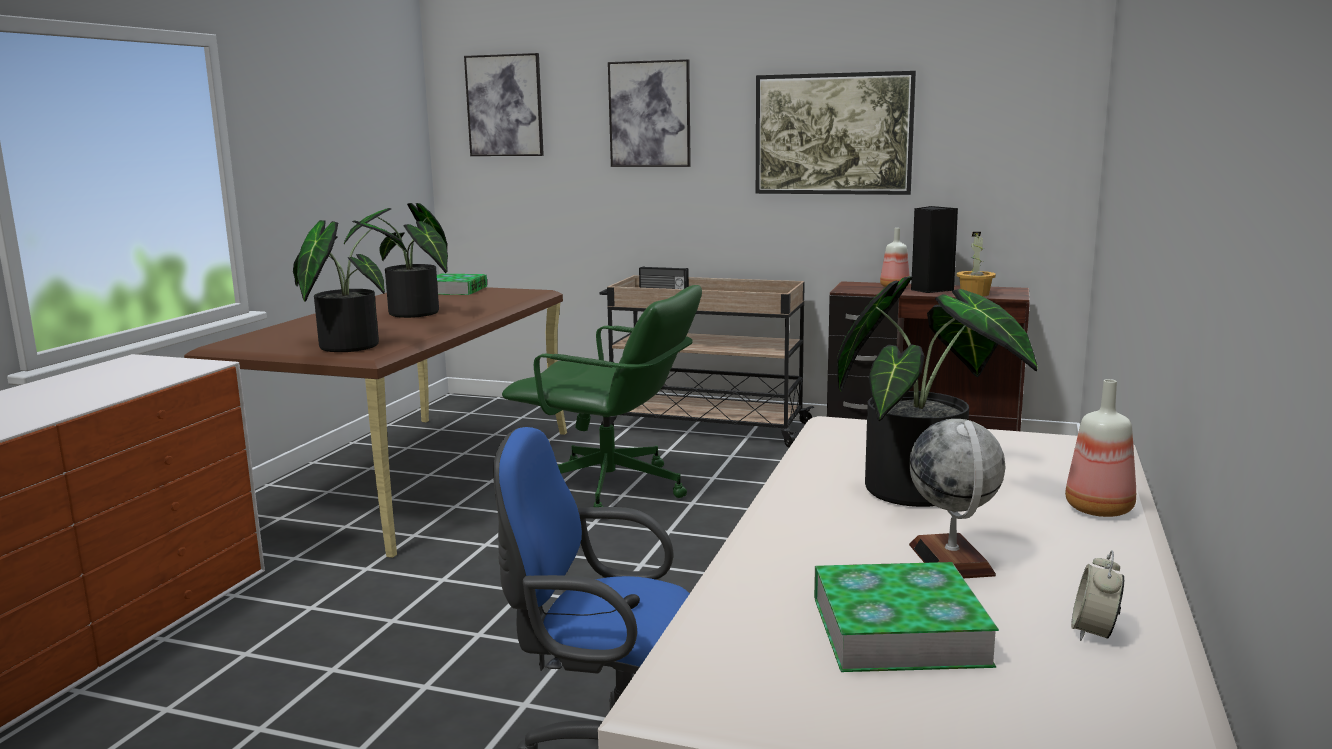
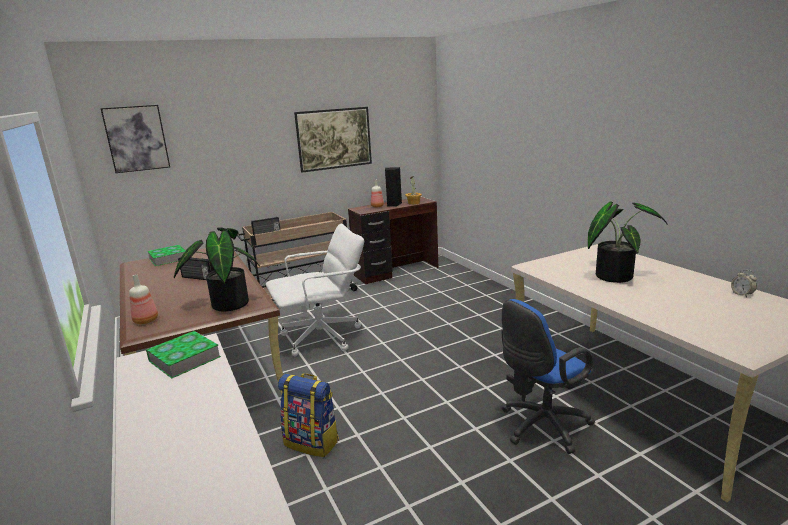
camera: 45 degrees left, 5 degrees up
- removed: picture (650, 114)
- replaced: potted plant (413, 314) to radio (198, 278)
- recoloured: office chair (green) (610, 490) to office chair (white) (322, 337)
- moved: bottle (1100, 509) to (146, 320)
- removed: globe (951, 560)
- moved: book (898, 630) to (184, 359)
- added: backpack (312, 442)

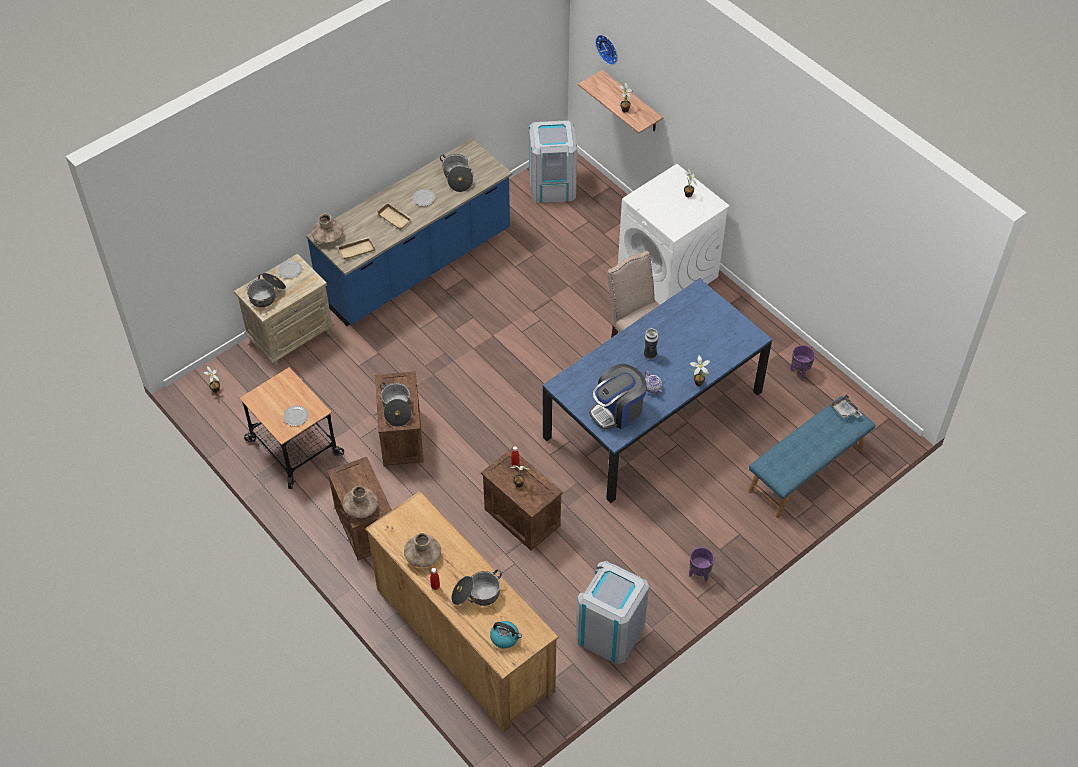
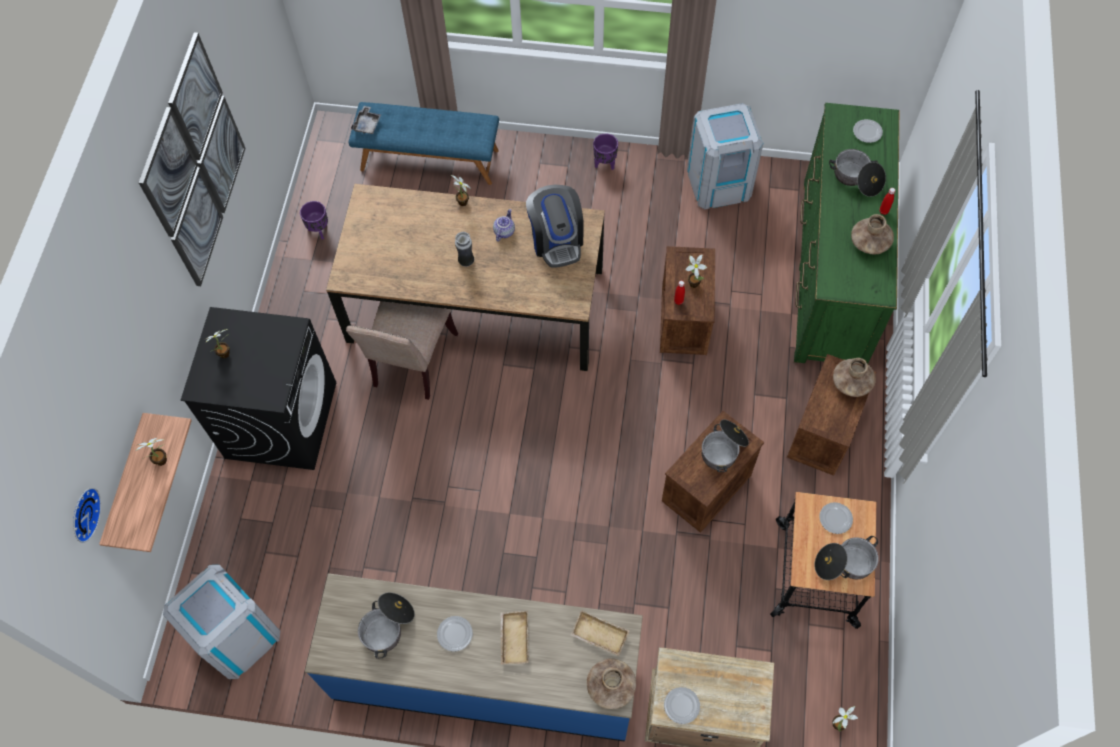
camera: 130 degrees left, 10 degrees up
- recoloured: washing machine (white) (668, 273) to washing machine (black) (281, 419)
- moved: cooking pot (267, 294) to (844, 563)
- recoloured: dining table (blue) (653, 414) to dining table (brown) (475, 305)
- turned: coffee machine (617, 410) = (556, 240) 60 degrees clockwise
- recoloured: dresser (brown) (464, 639) to dresser (green) (833, 271)
- replaced: kettle (505, 637) to plate (867, 132)
- added: picture (195, 163)

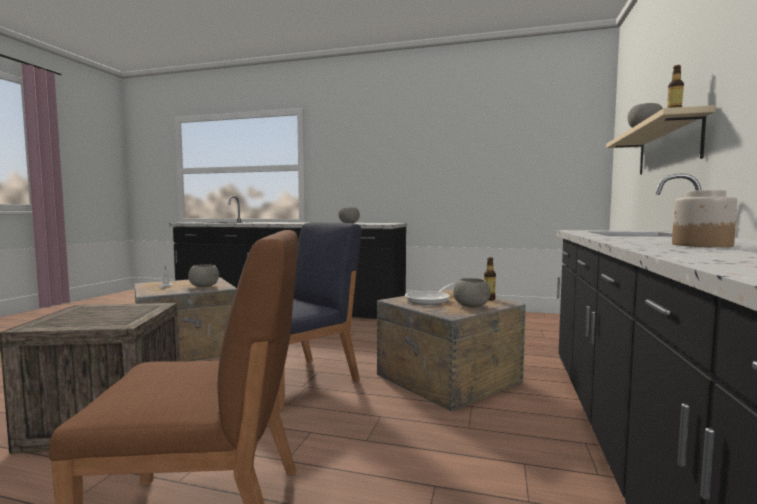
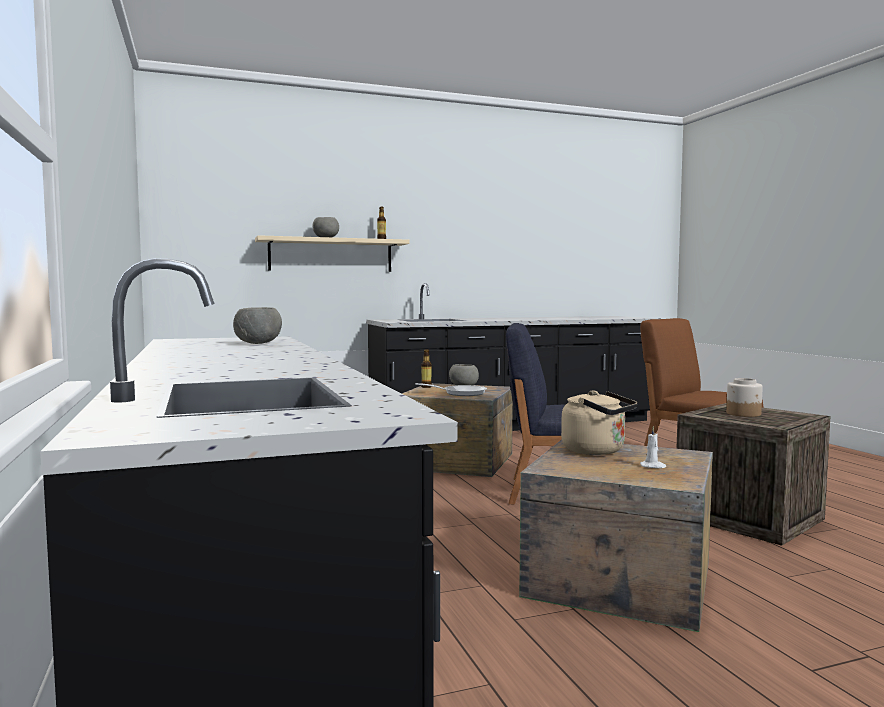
camera: 125 degrees left, 0 degrees up
- moved: jar (701, 245) to (744, 414)
- replaced: bowl (grey) (204, 286) to kettle (beige) (597, 451)

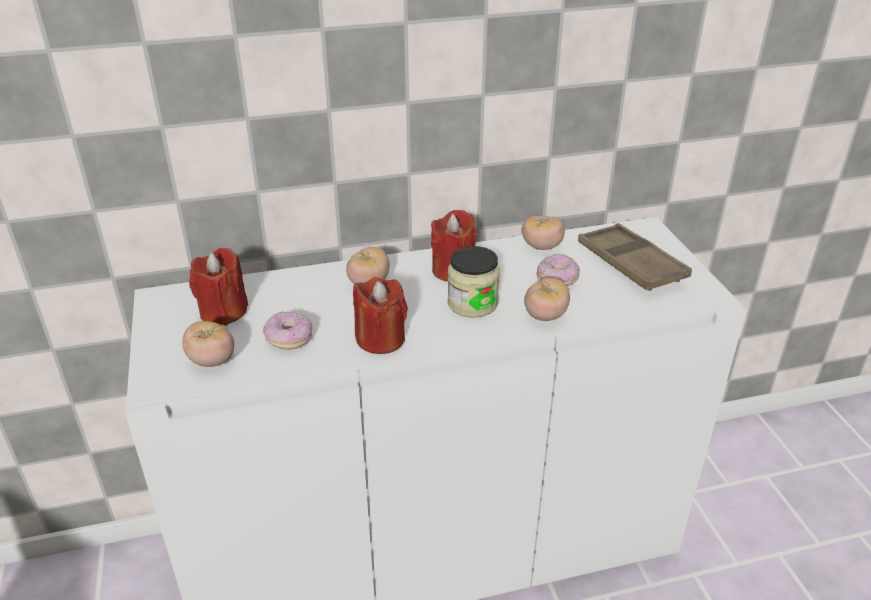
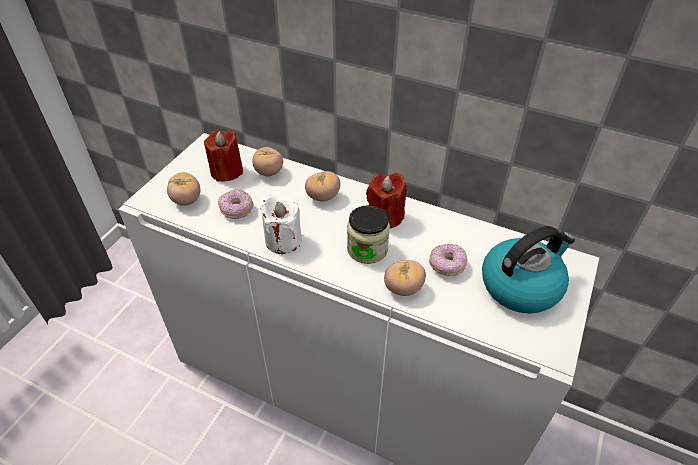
camera: 40 degrees right, 10 degrees up
- moved: tomato (541, 246) to (269, 172)
- replaced: tray (brown) (630, 264) to kettle (521, 285)
- recoloured: candle (red) (380, 339) to candle (white) (283, 240)

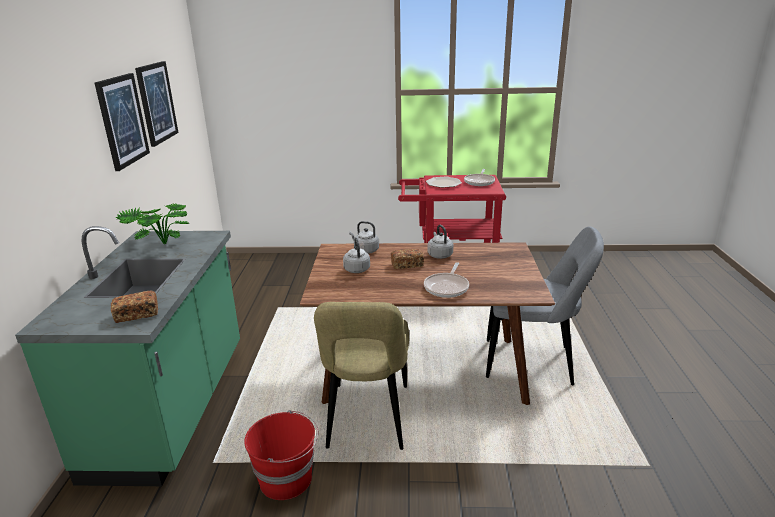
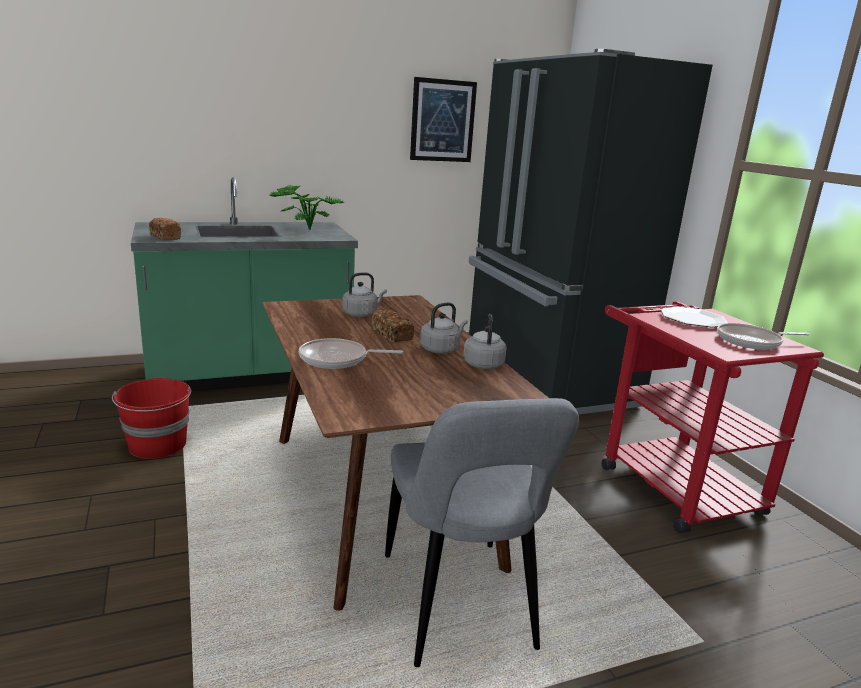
camera: 65 degrees right, 5 degrees down
- removed: picture (122, 120)
- moved: kettle (grey) (365, 250) to (483, 363)
- removed: chair (beige) (367, 420)
- added: fridge (black) (544, 379)

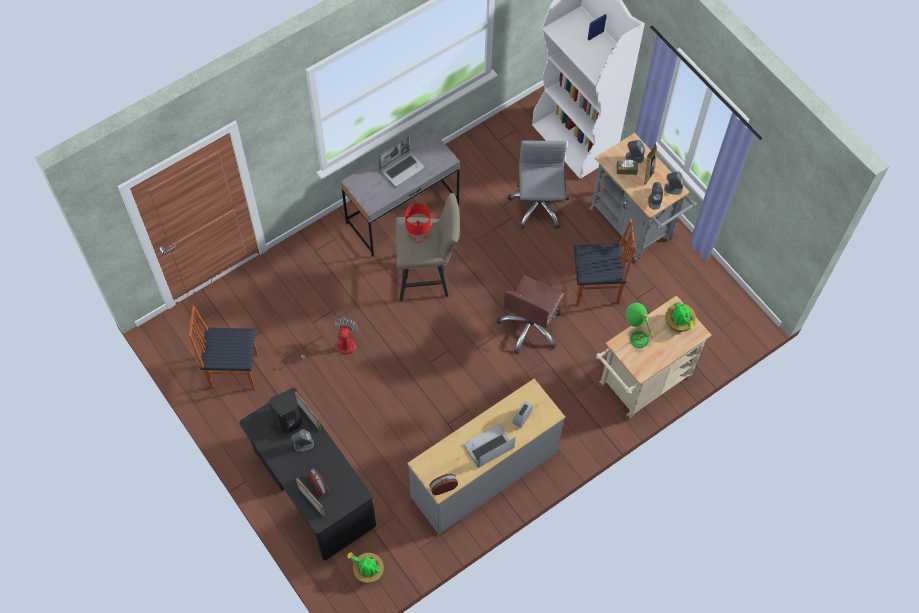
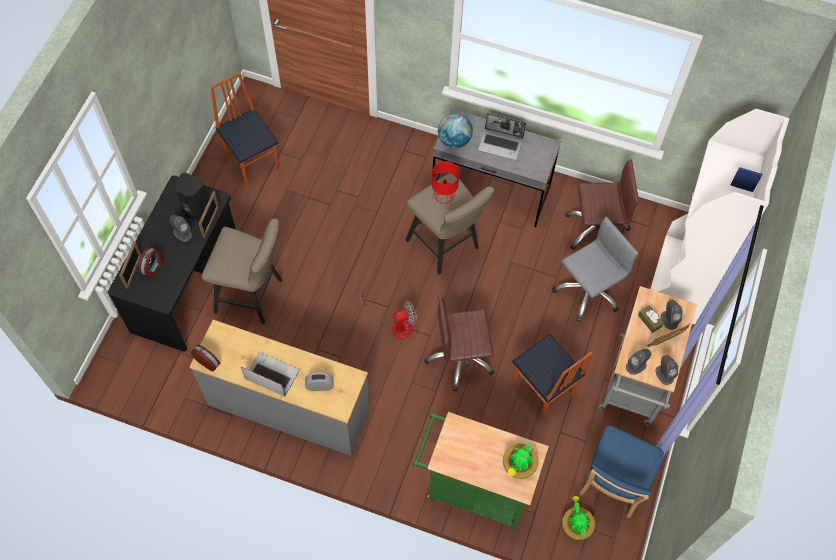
camera: 55 degrees right, 0 degrees up
- recoloured: cart (beige) (640, 384) to cart (green) (473, 488)
- removed: table lamp (green) (635, 334)
- moved: fan (339, 348) to (395, 325)
- moved: potted plant (367, 571) to (575, 525)
- added: globe (454, 140)
- added: office chair (brown) (596, 230)
- added: stool (beige) (253, 296)
- added: chair (blue) (613, 484)

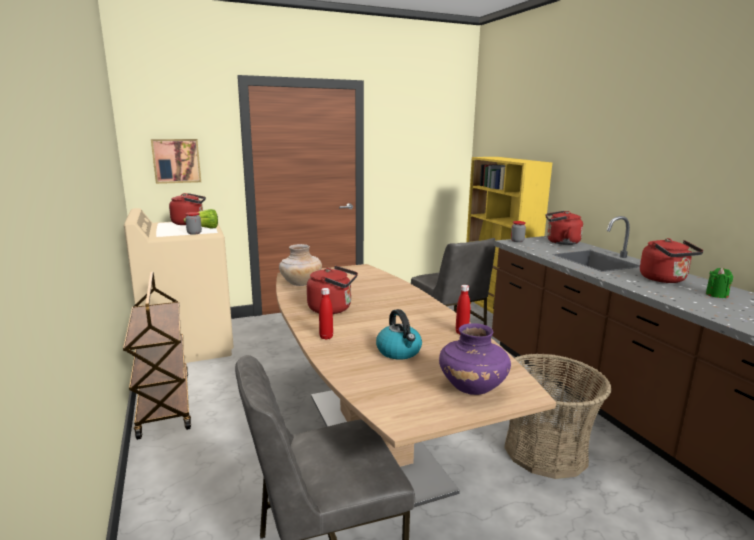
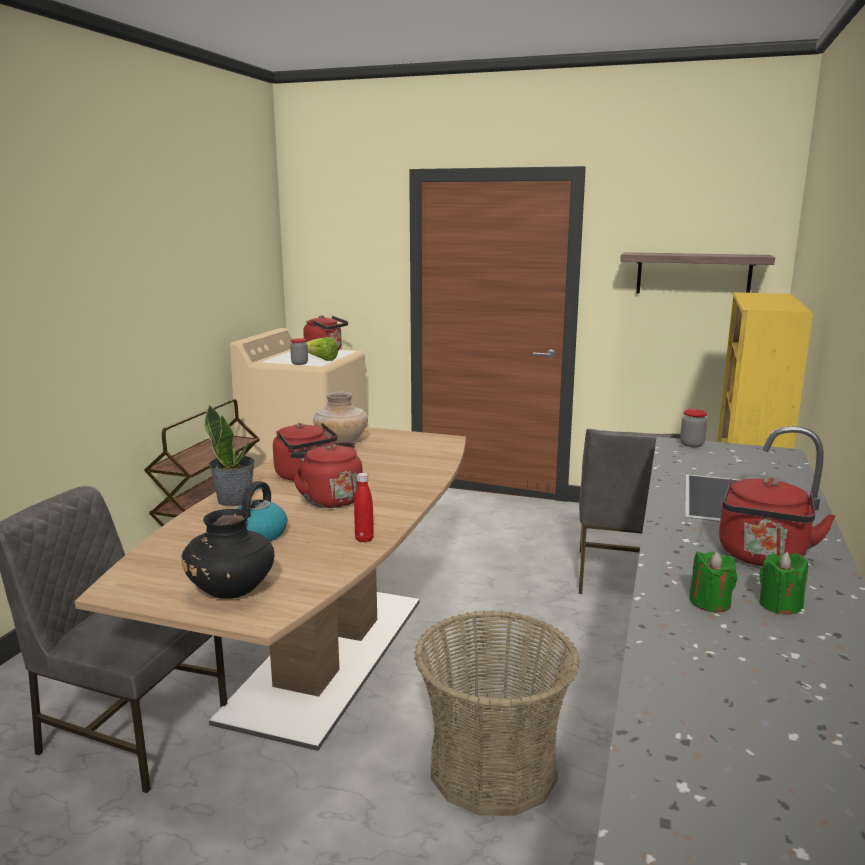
camera: 40 degrees right, 0 degrees up
- removed: picture (176, 160)
- moved: kettle (red) (560, 242) to (329, 499)
- replaced: bottle (red) (326, 337) to potted plant (235, 500)
- recoloured: vase (purple) (472, 387) to vase (black) (232, 590)
- added: shelf (693, 274)
- added: candle (green) (710, 603)

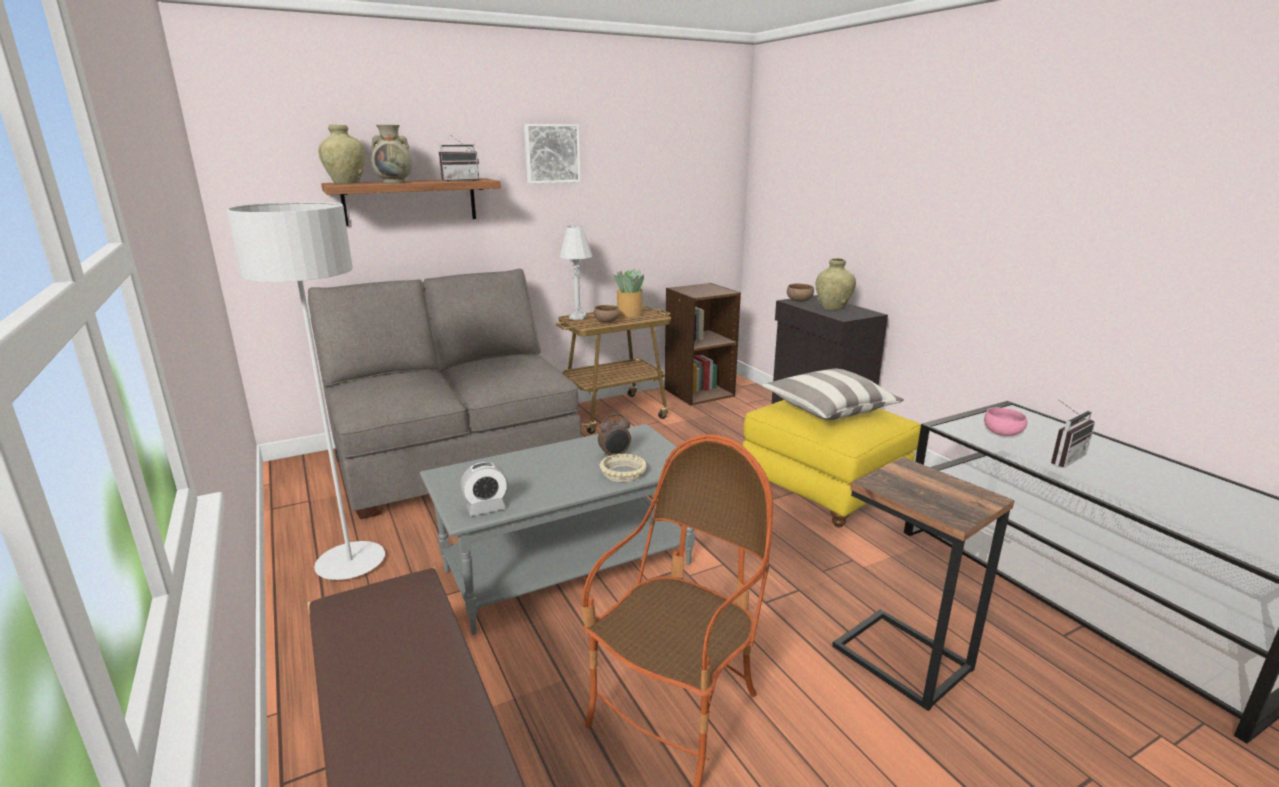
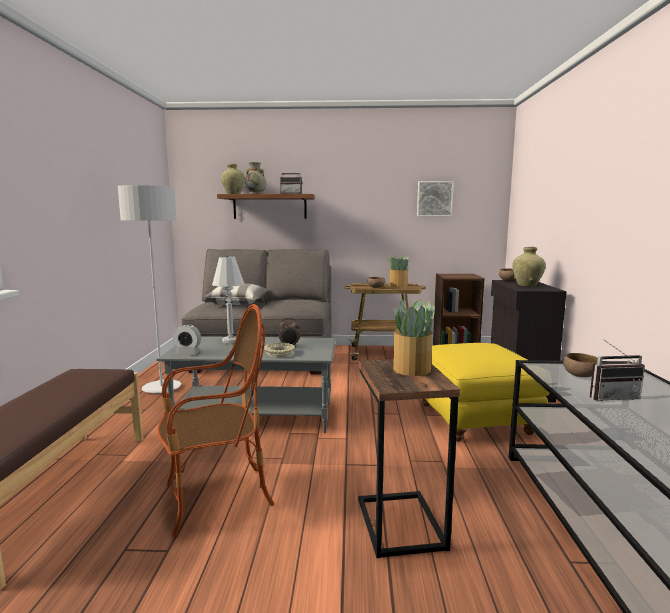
camera: 30 degrees right, 10 degrees down
- moved: picture (551, 153) to (434, 199)
- moved: table lamp (white) (577, 317) to (231, 341)
- moved: pillow (828, 409) to (237, 304)
- recoloured: bowl (pink) (1003, 433) to bowl (brown) (581, 376)
- added: potted plant (412, 368)

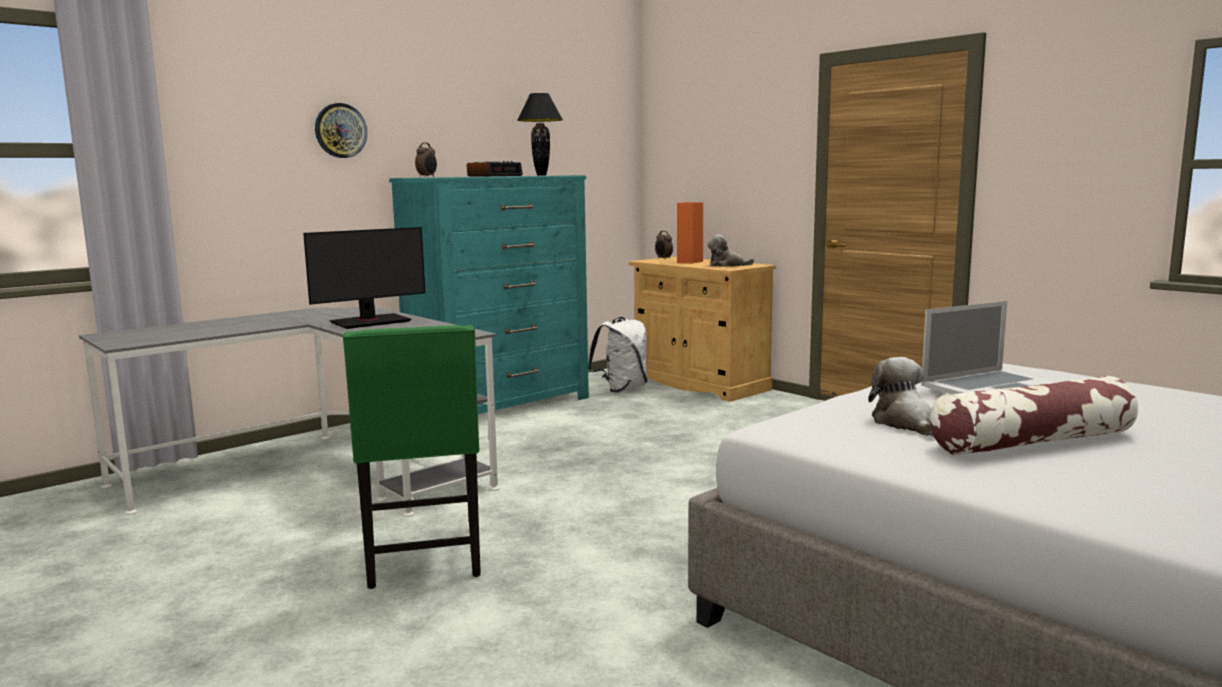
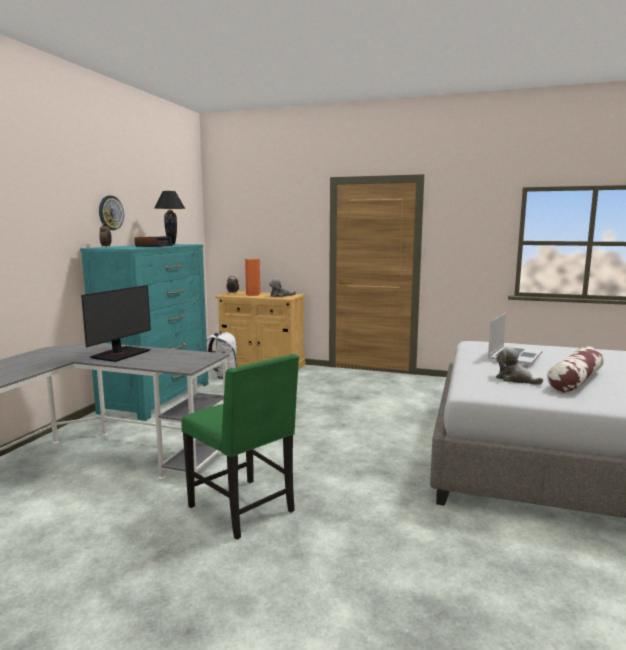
camera: 30 degrees left, 0 degrees up
- moved: wall clock (340, 130) to (110, 213)

